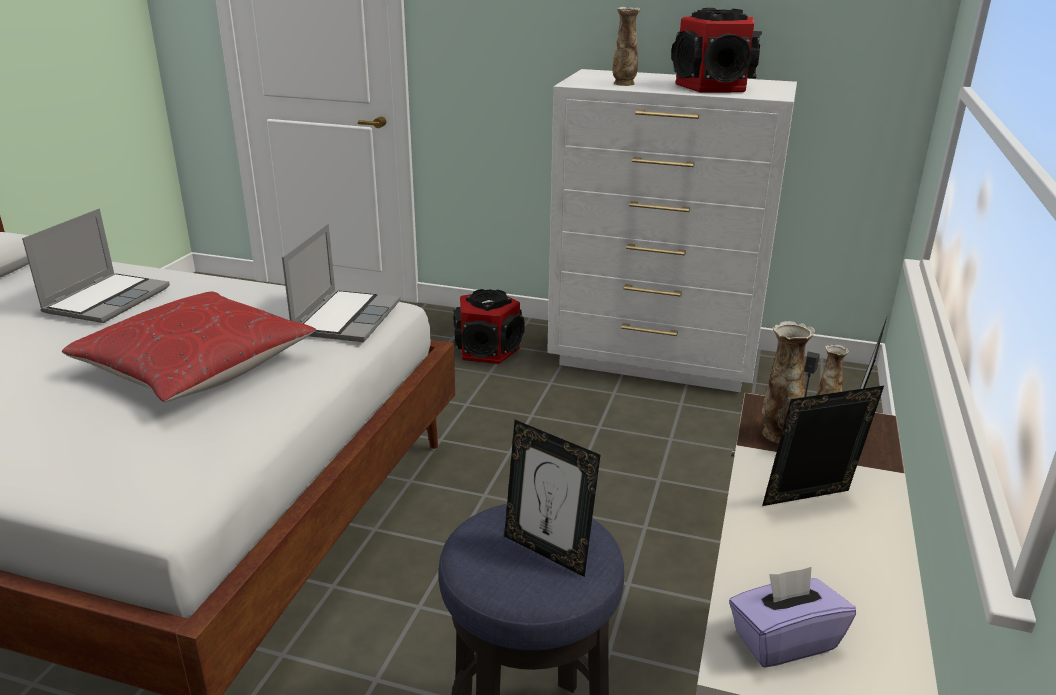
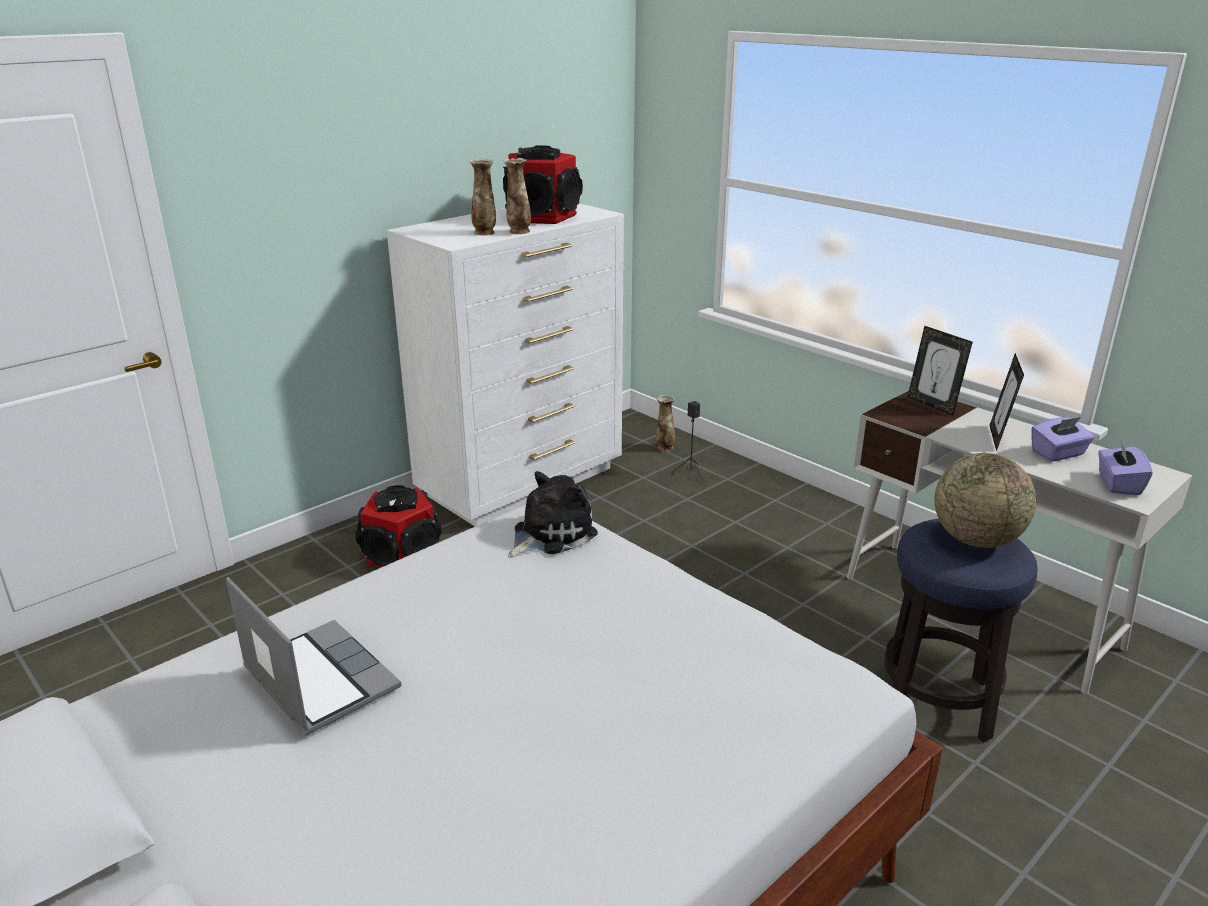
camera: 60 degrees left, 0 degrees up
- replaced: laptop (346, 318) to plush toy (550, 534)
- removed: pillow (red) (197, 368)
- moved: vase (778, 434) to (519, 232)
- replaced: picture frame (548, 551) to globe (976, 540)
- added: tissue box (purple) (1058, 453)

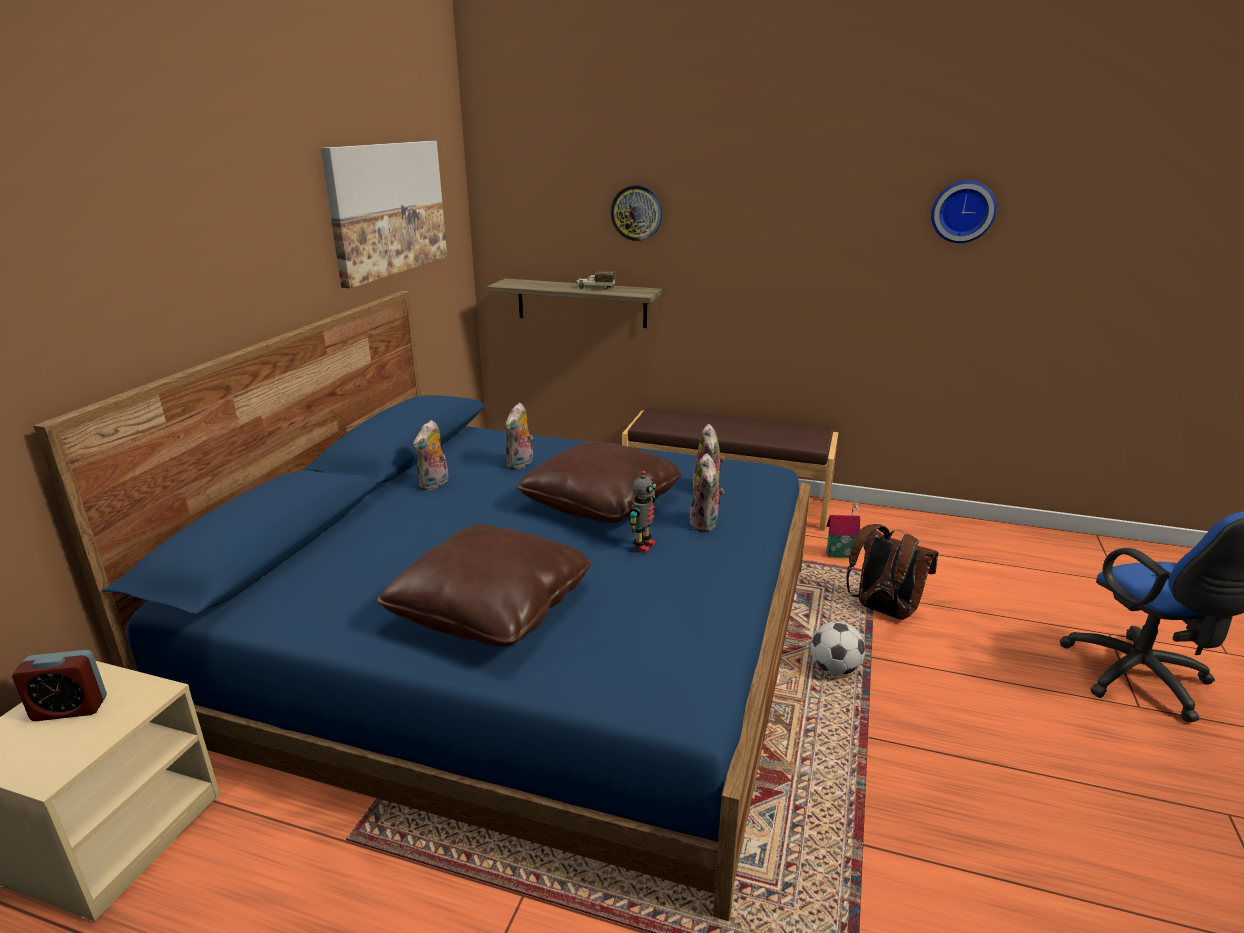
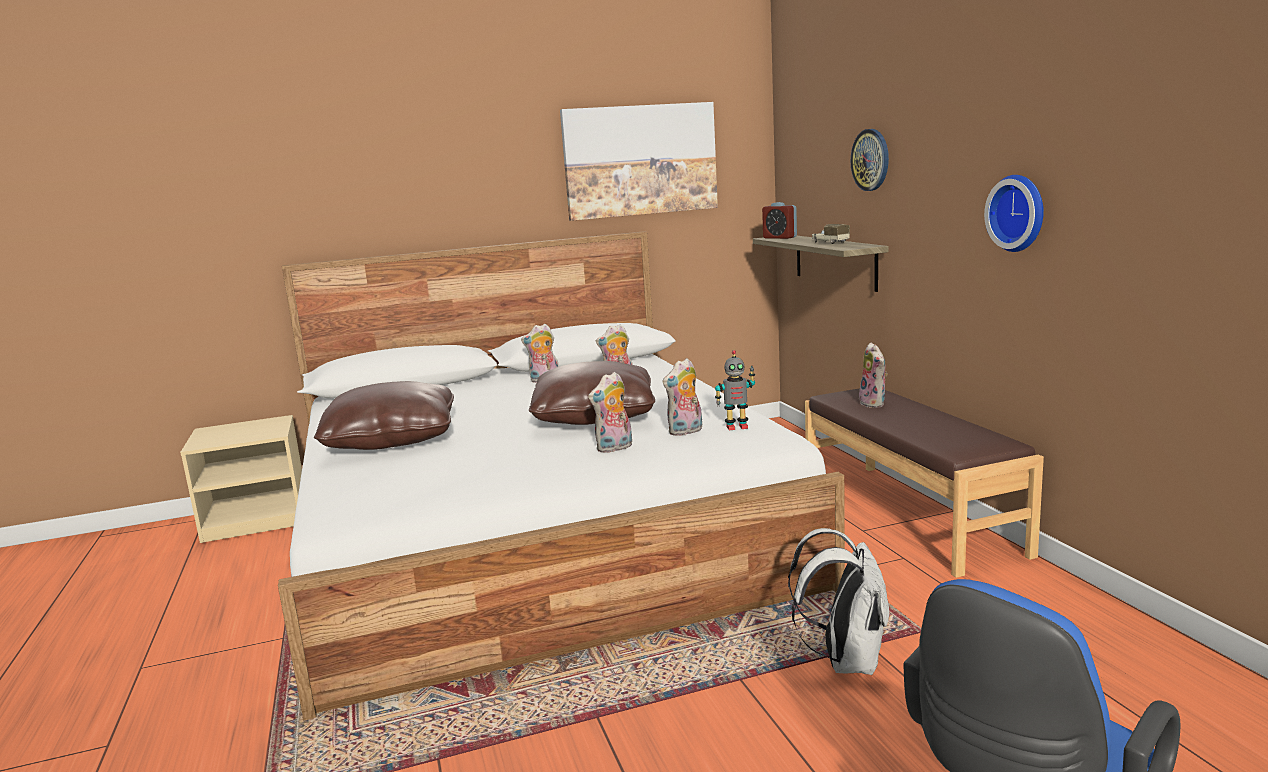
camera: 55 degrees right, 10 degrees down
- moved: wall clock (962, 211) to (1019, 213)
- recoloured: bed (blue) (525, 645) to bed (white) (537, 534)
- moved: toy robot (642, 546) to (736, 427)
- removed: toy house (839, 553)
- recoloured: backpack (brown) (882, 610) to backpack (white) (845, 660)
- removed: football (834, 669)
- moved: alarm clock (70, 709) to (779, 237)
- added: plush toy (874, 403)

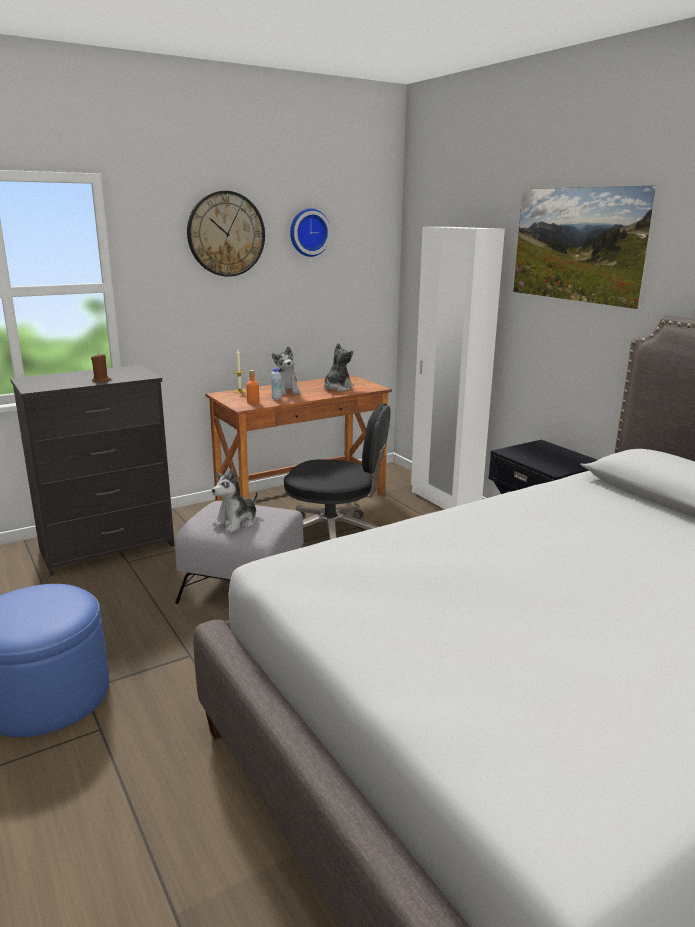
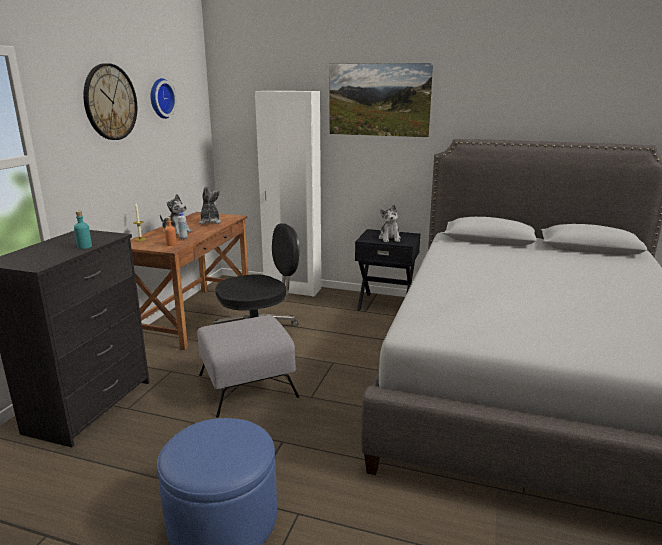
camera: 40 degrees left, 0 degrees up
- replaced: candle (brown) (101, 380) to bottle (turquoise) (84, 246)
- moved: plush toy (237, 522) to (389, 238)

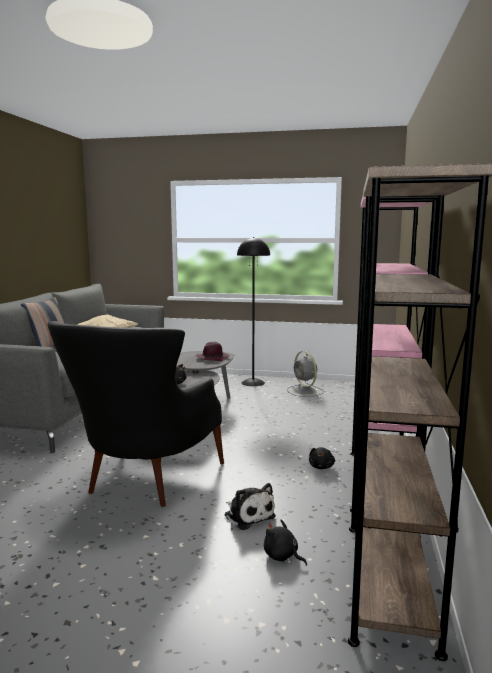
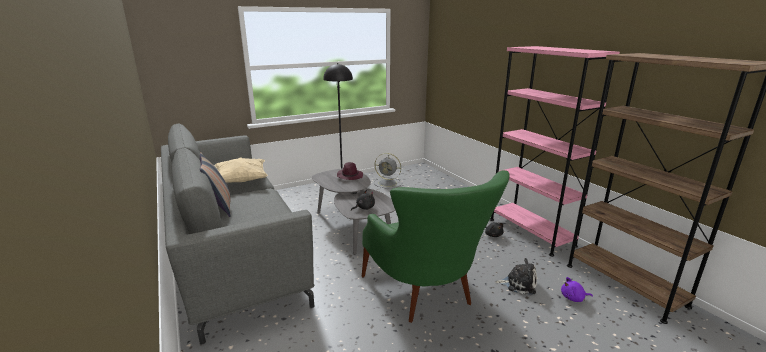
camera: 40 degrees left, 10 degrees up
- recoloured: armchair (black) (142, 484) to armchair (green) (428, 296)
- recoloured: plush toy (black) (282, 556) to plush toy (purple) (573, 298)

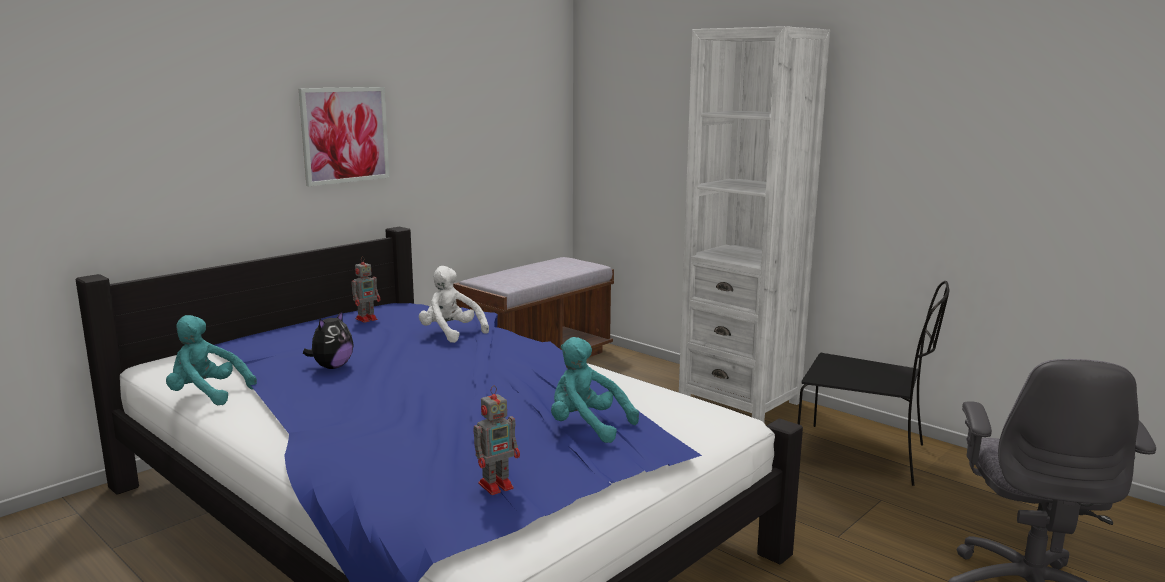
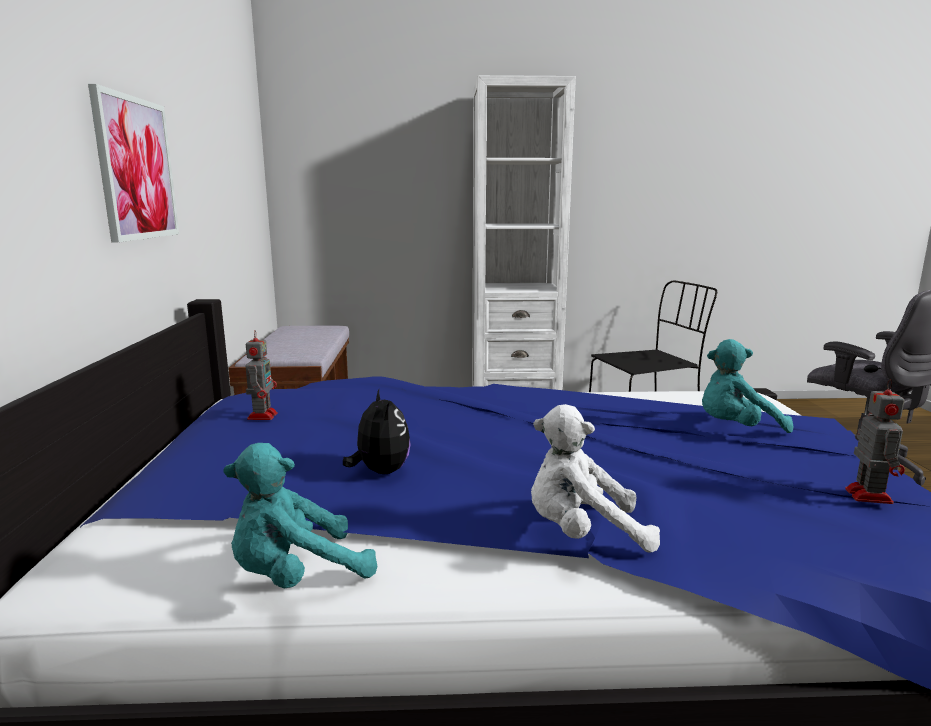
camera: 45 degrees left, 0 degrees up
- moved: plush toy (white) (451, 333) to (582, 533)

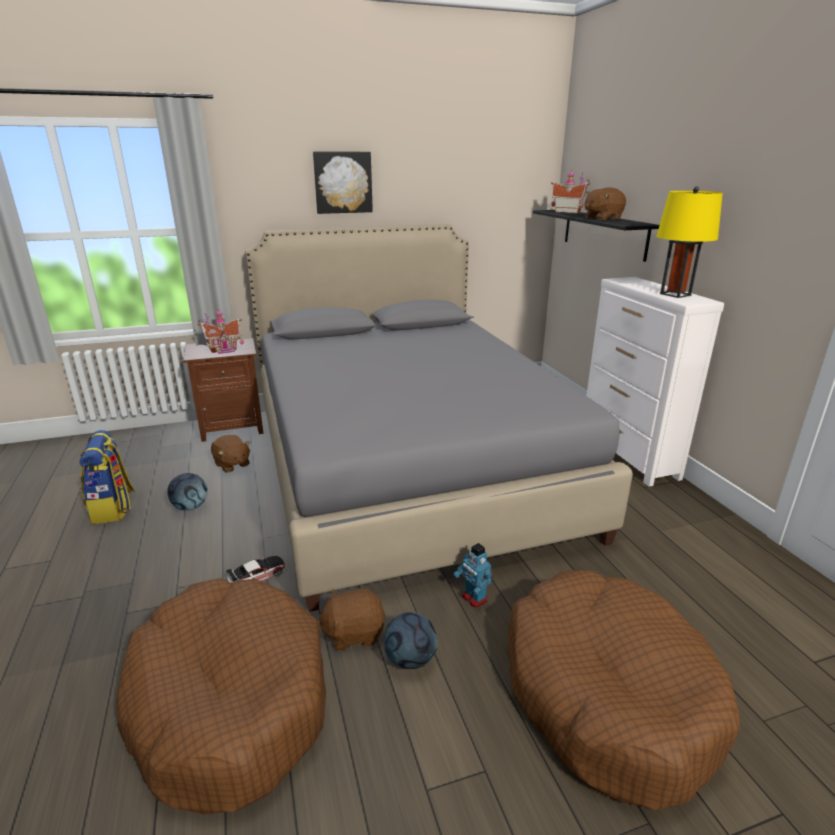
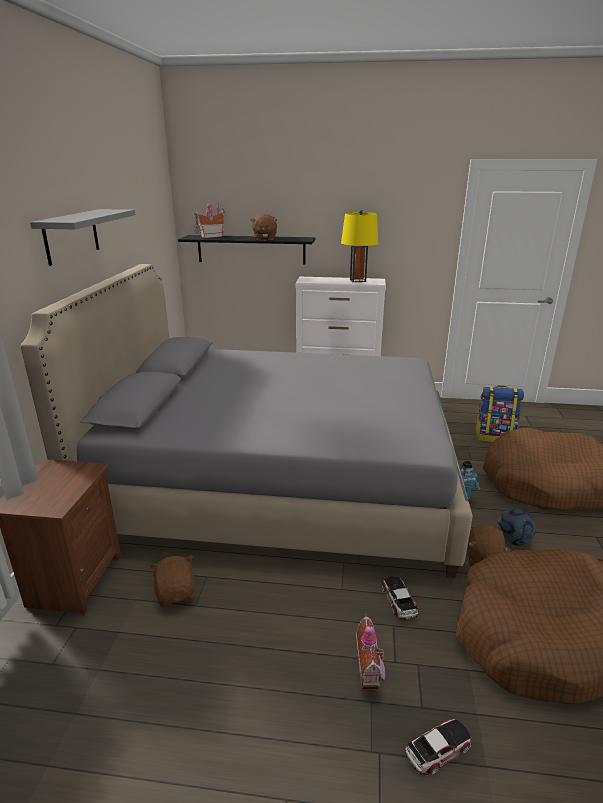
camera: 65 degrees left, 0 degrees up
- replaced: picture (343, 182) to shelf (grey) (71, 236)
- moved: toy house (224, 350) to (371, 671)
- moved: backpack (113, 508) to (494, 436)
- turned: plush toy (brown) (232, 464) = (176, 593) 90 degrees counterclockwise
- removed: football (190, 507)
- added: toy car (438, 749)

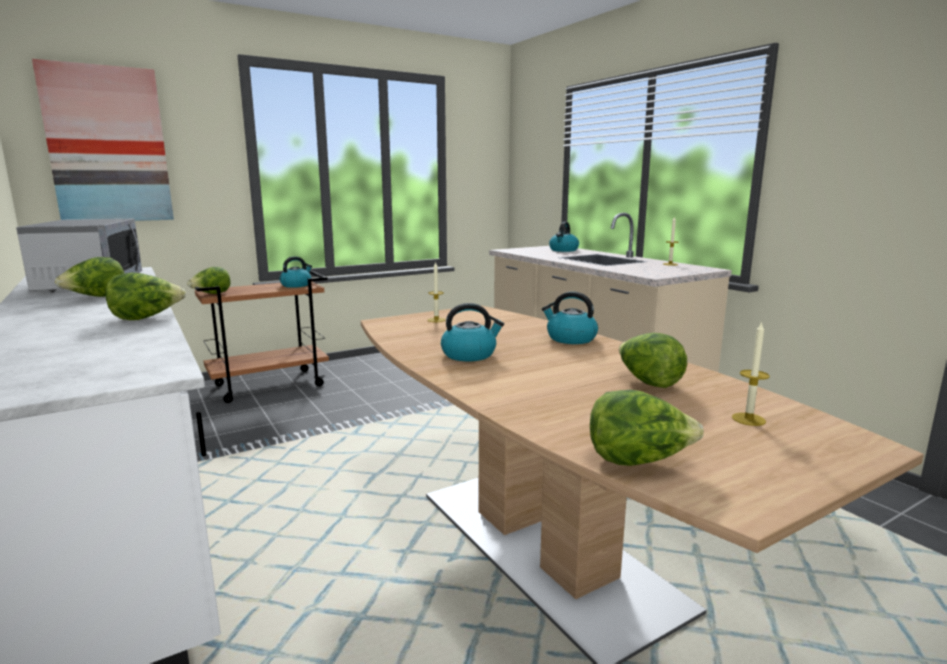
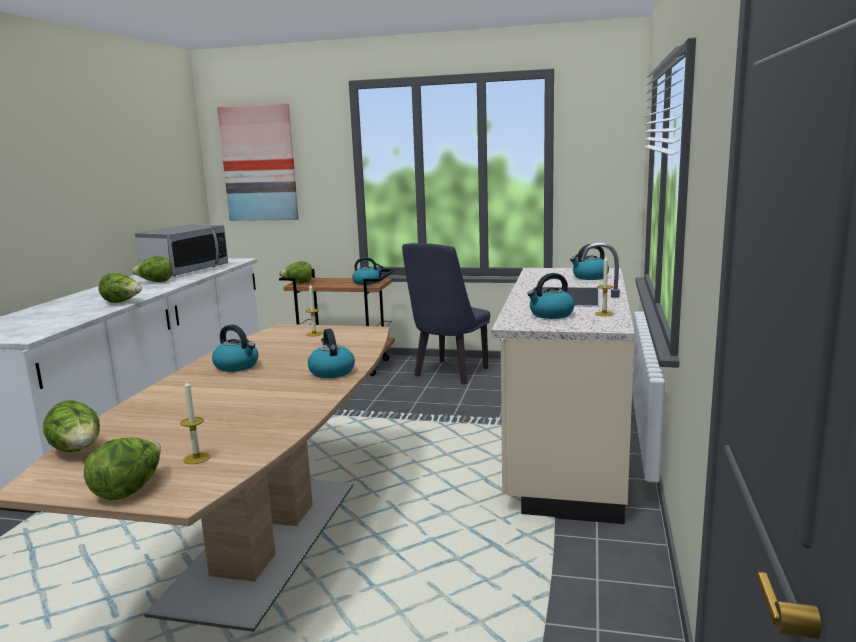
camera: 45 degrees right, 0 degrees up
- moved: lettuce (648, 382) to (129, 489)
- added: chair (blue) (448, 374)
- added: kettle (551, 314)

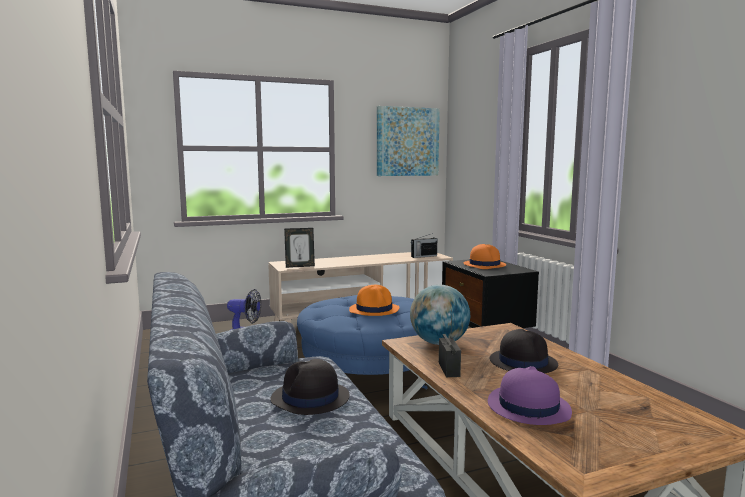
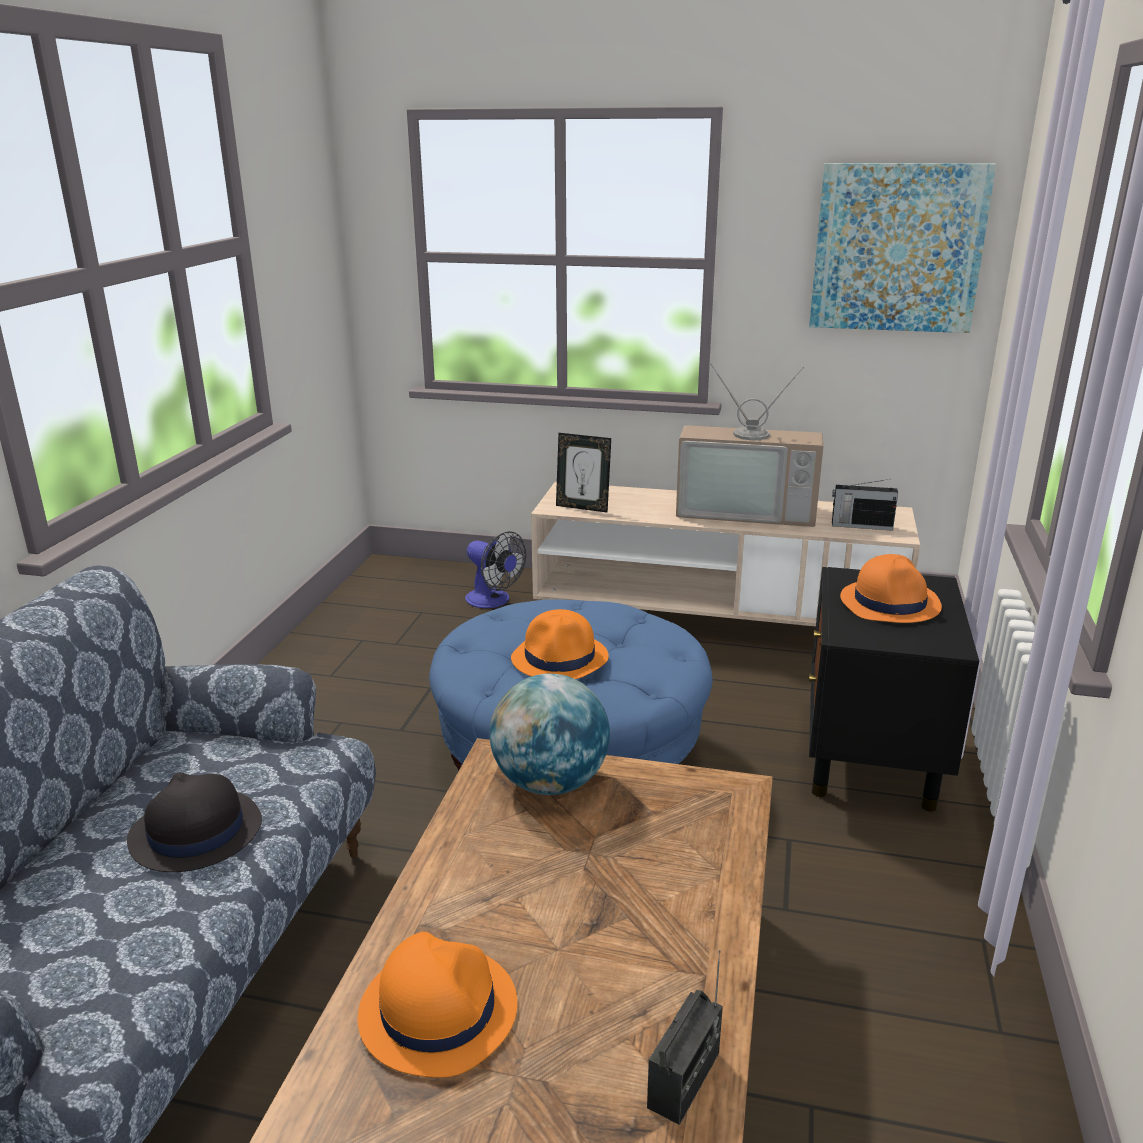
camera: 35 degrees right, 15 degrees up
- moved: radio (449, 369) to (684, 1080)
- removed: hat (black) (523, 362)
- recoloured: hat (purple) (527, 407) to hat (orange) (437, 1009)
- added: television (747, 510)

